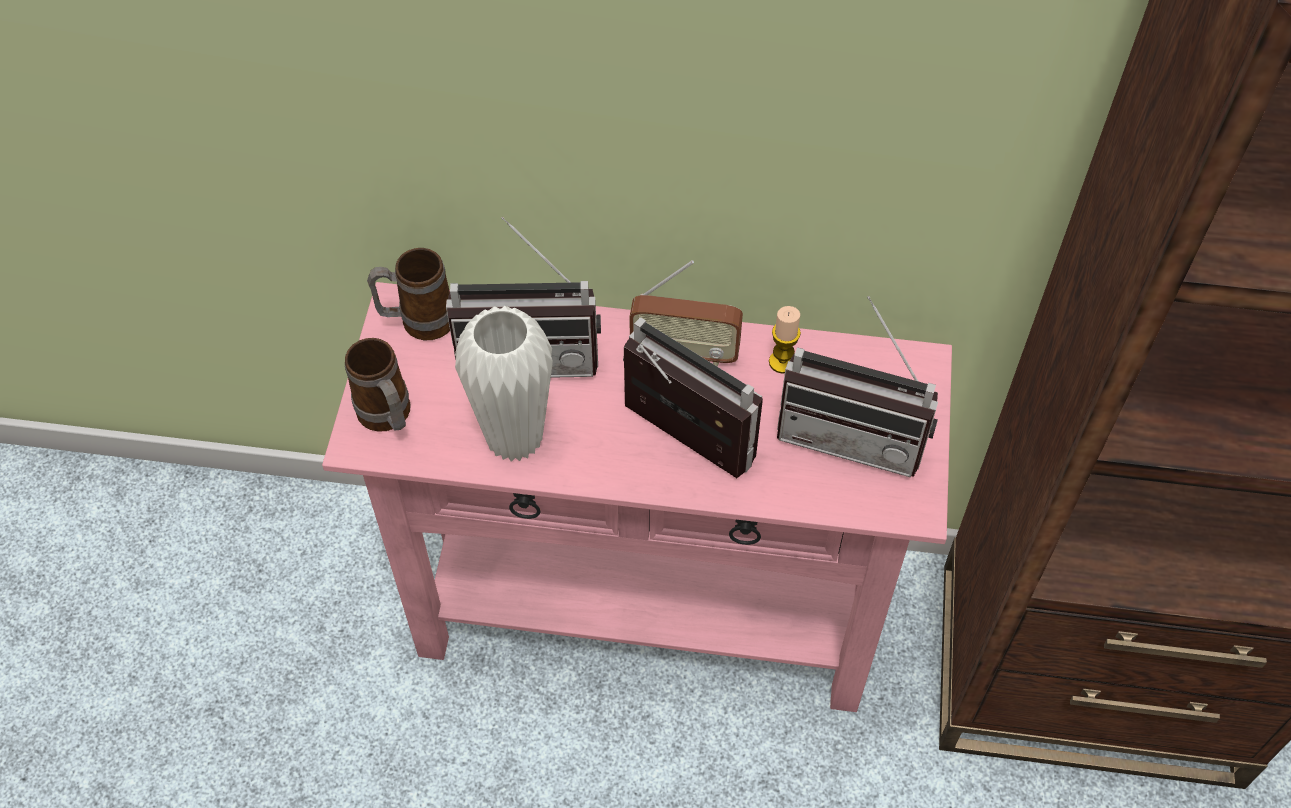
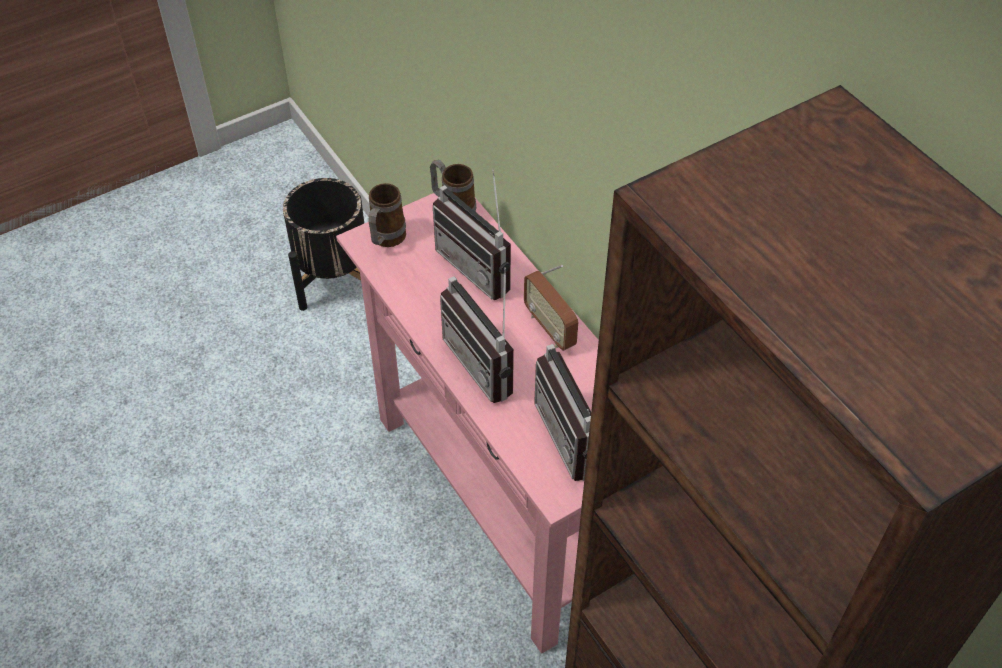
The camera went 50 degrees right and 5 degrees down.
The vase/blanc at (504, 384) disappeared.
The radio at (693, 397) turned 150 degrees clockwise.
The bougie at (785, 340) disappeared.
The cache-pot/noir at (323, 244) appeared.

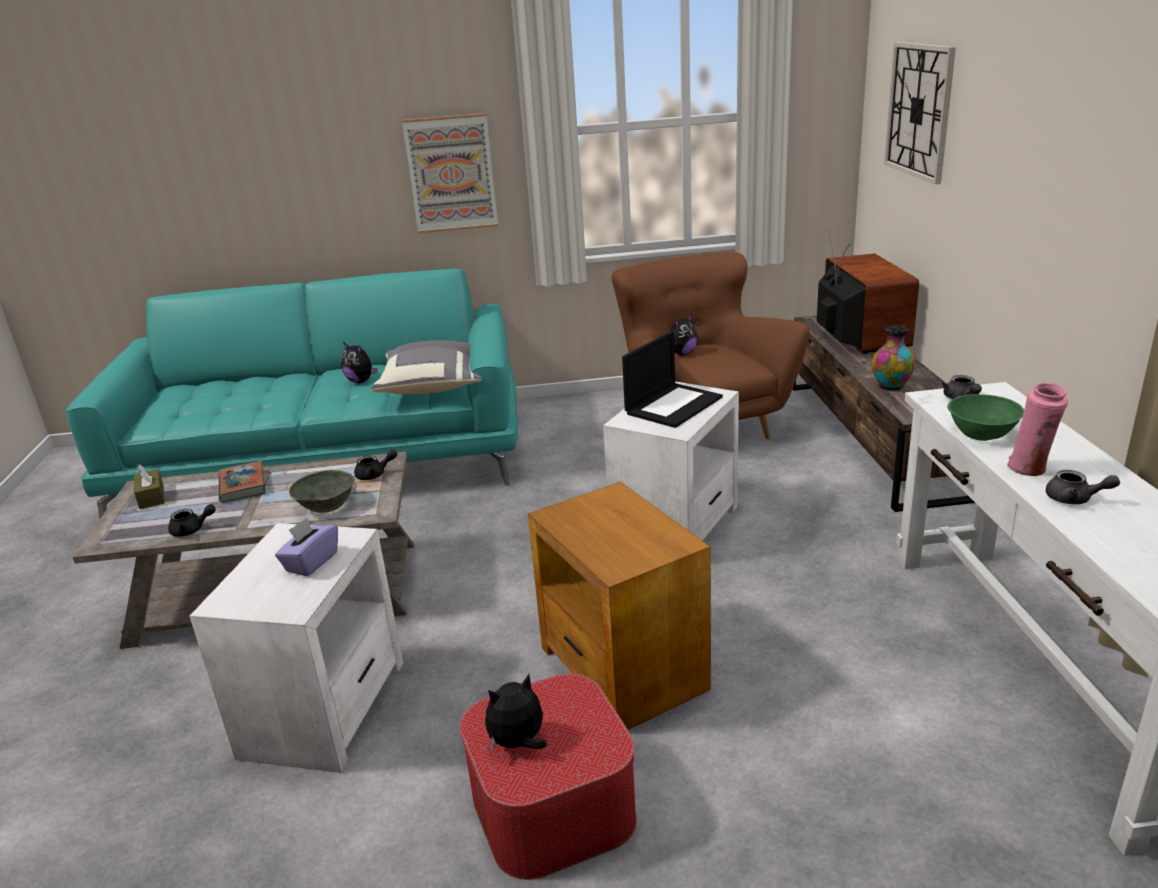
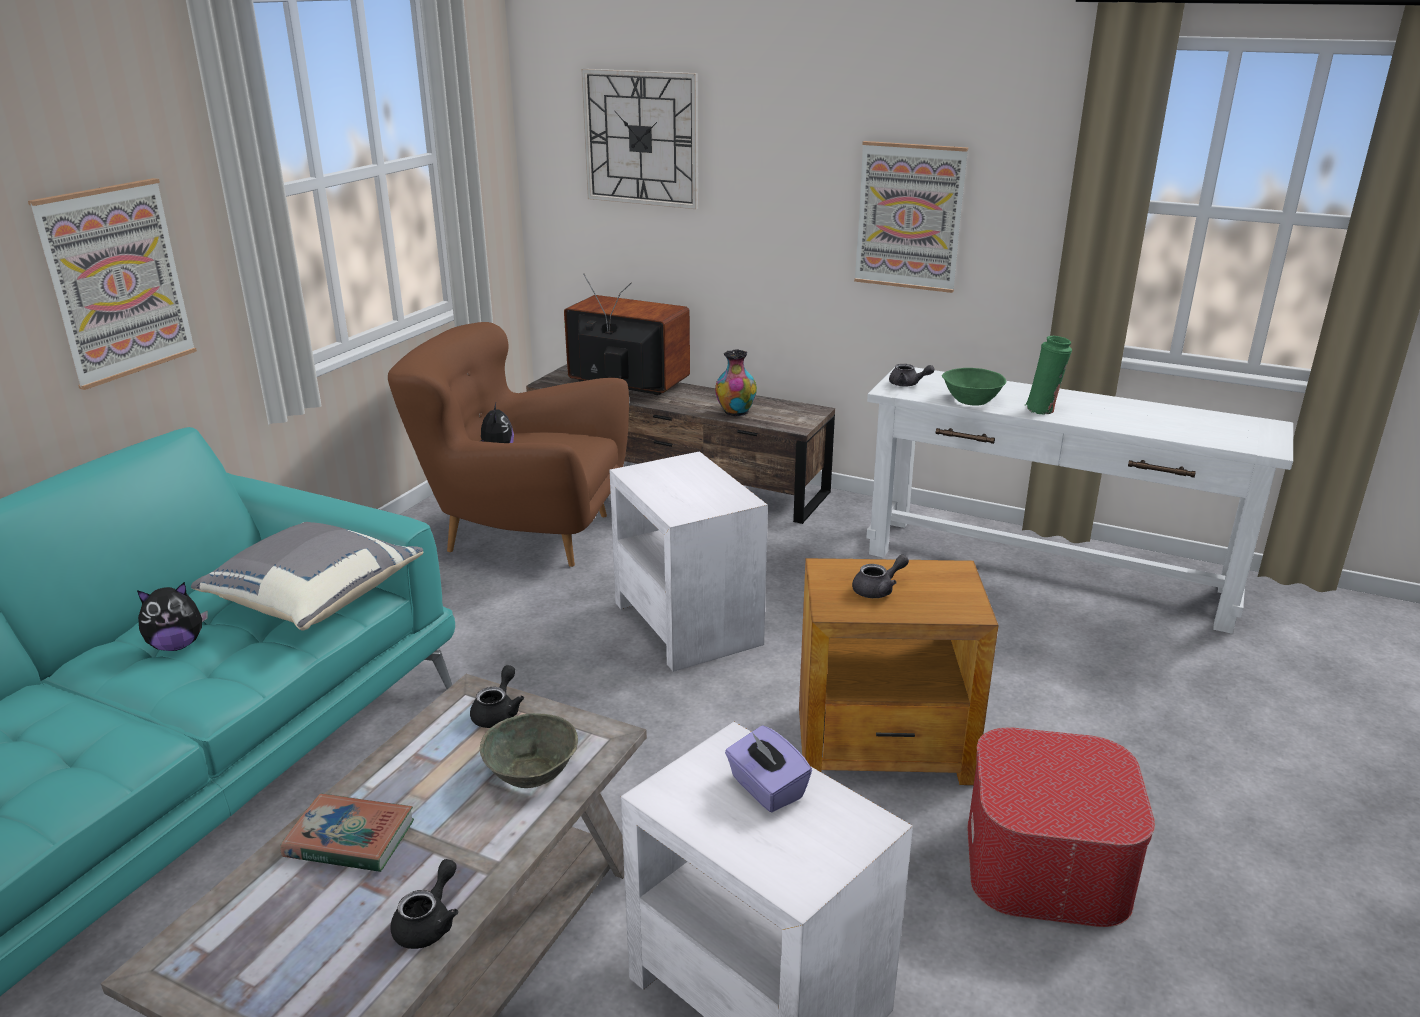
The camera went 60 degrees left and 0 degrees up.
The boîte à mouchoirs/marron at (149, 486) disappeared.
The peluche at (516, 713) disappeared.
The ordinateur portable at (672, 379) disappeared.
The vase/rose at (1037, 429) became the vase/vert at (1048, 375).
The théière/gris moved from (1083, 487) to (880, 576).
The tableau at (911, 217) appeared.

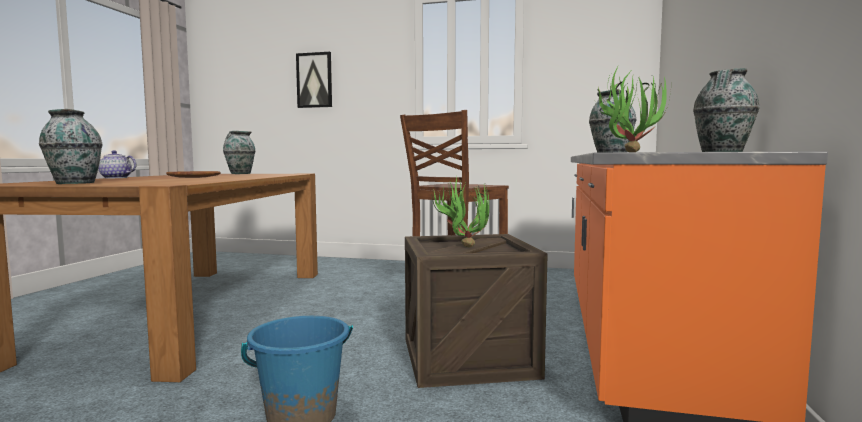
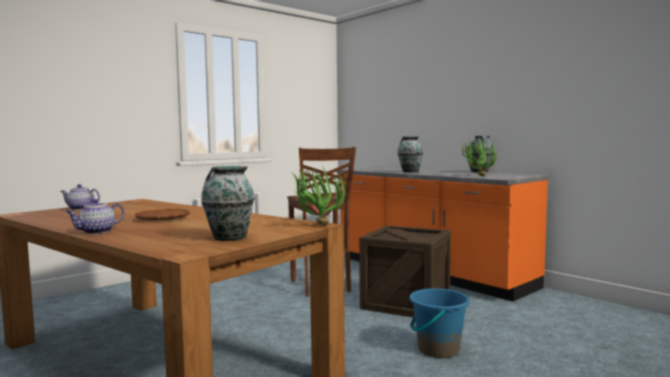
The camera went 55 degrees left and 0 degrees up.
The vase at (239, 152) was replaced by the théière at (80, 197).
The tableau at (314, 80) disappeared.
The plante en pot moved from (460, 212) to (319, 195).

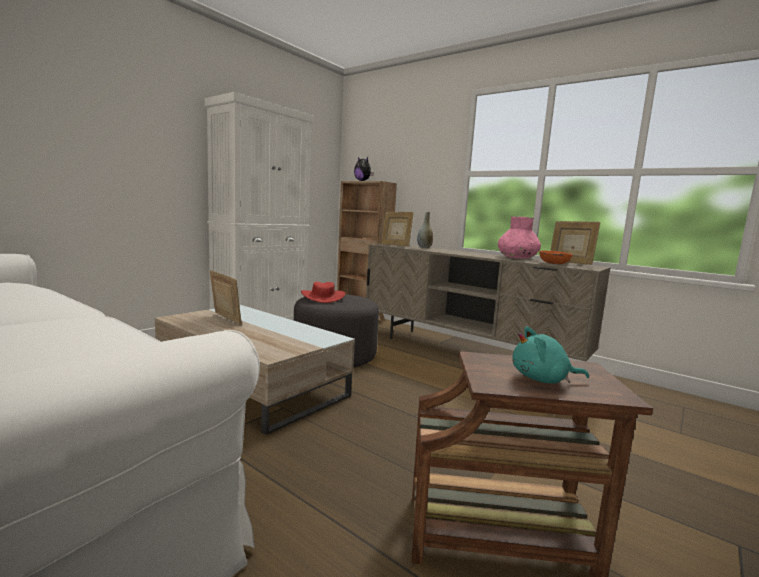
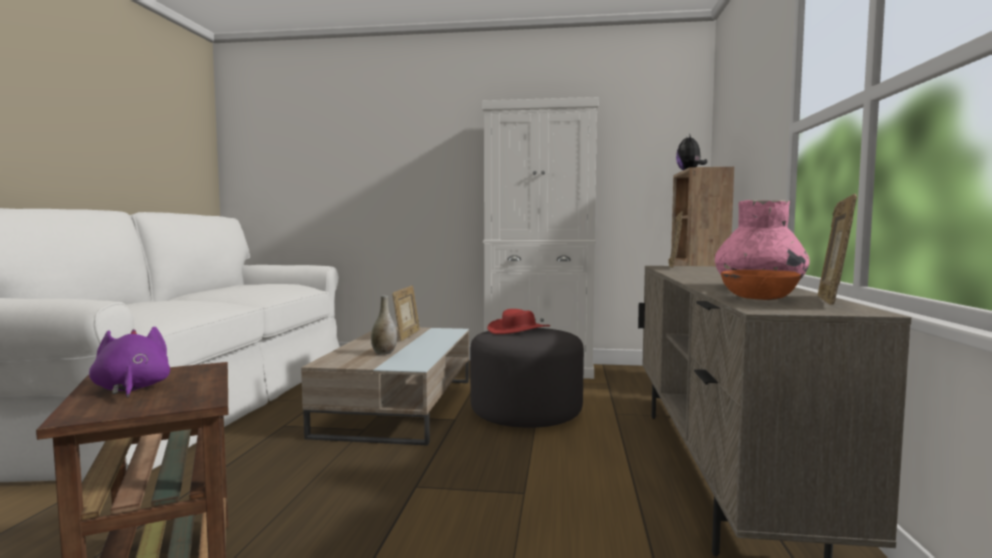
The camera went 60 degrees right and 5 degrees down.
The vase/gris moved from (425, 230) to (384, 325).
The peluche/turquoise at (550, 354) became the peluche/violet at (129, 362).

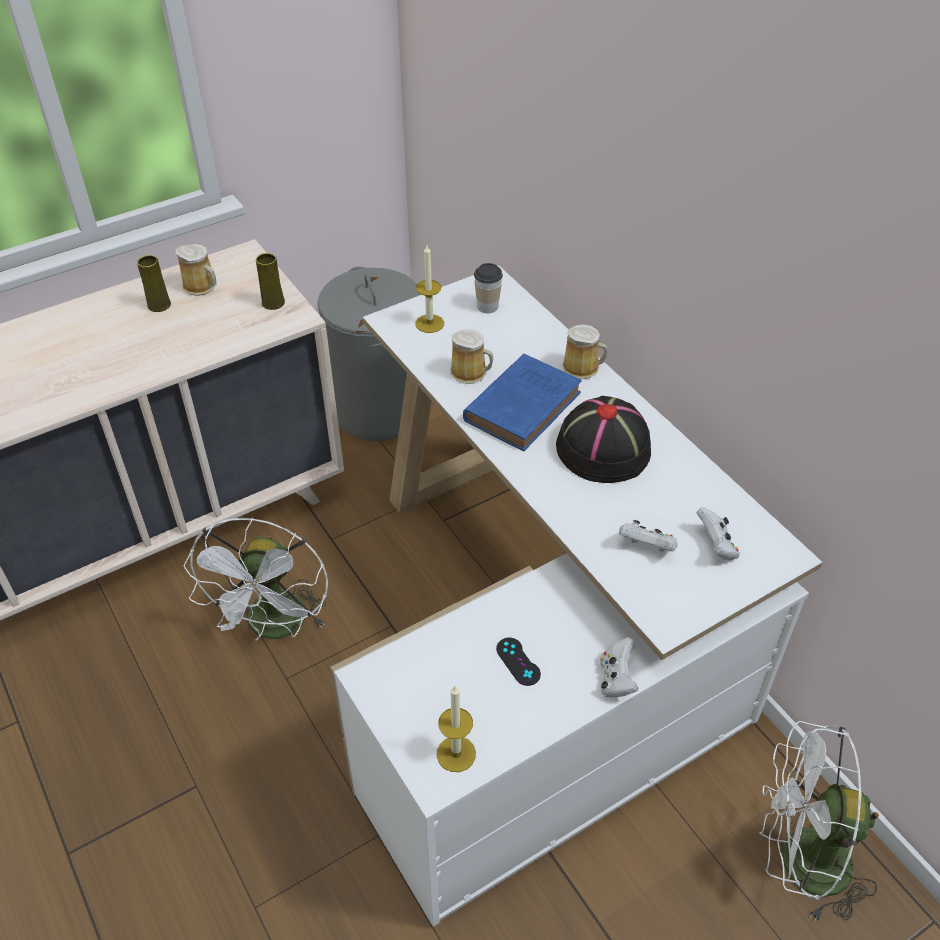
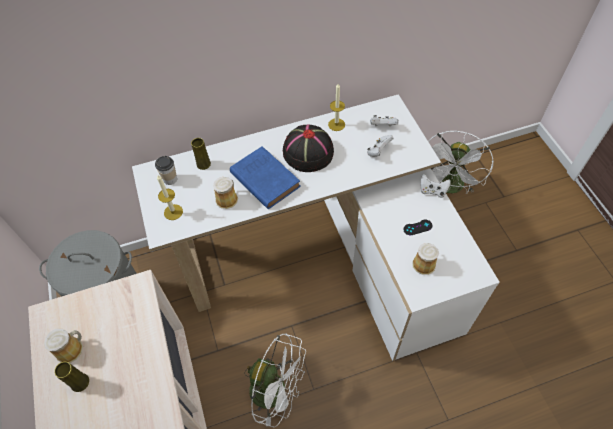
The camera went 75 degrees left and 10 degrees up.
The vase/jaune moved from (270, 281) to (201, 154).
The bougie moved from (456, 728) to (336, 107).
The mug moved from (584, 351) to (425, 259).

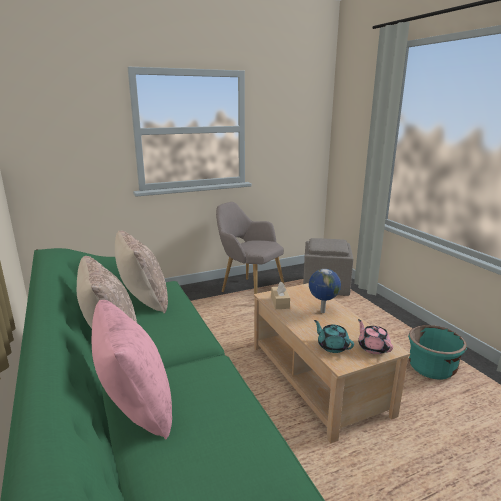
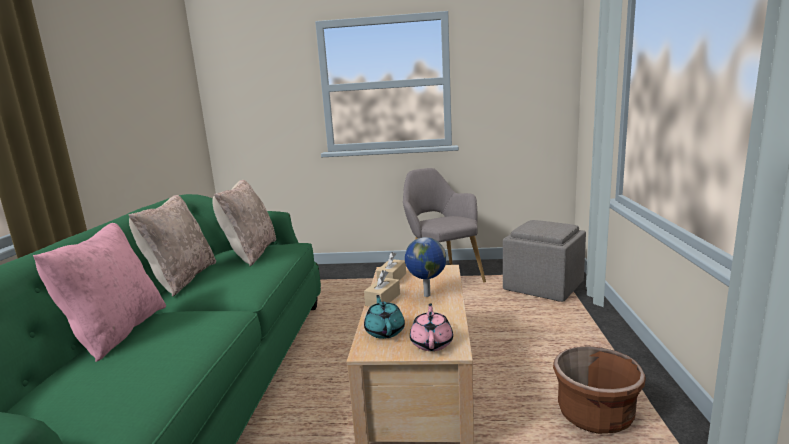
The camera went 30 degrees right and 5 degrees down.
The cache-pot/turquoise at (437, 352) became the cache-pot/marron at (599, 390).
The boîte à mouchoirs/beige at (382, 288) appeared.

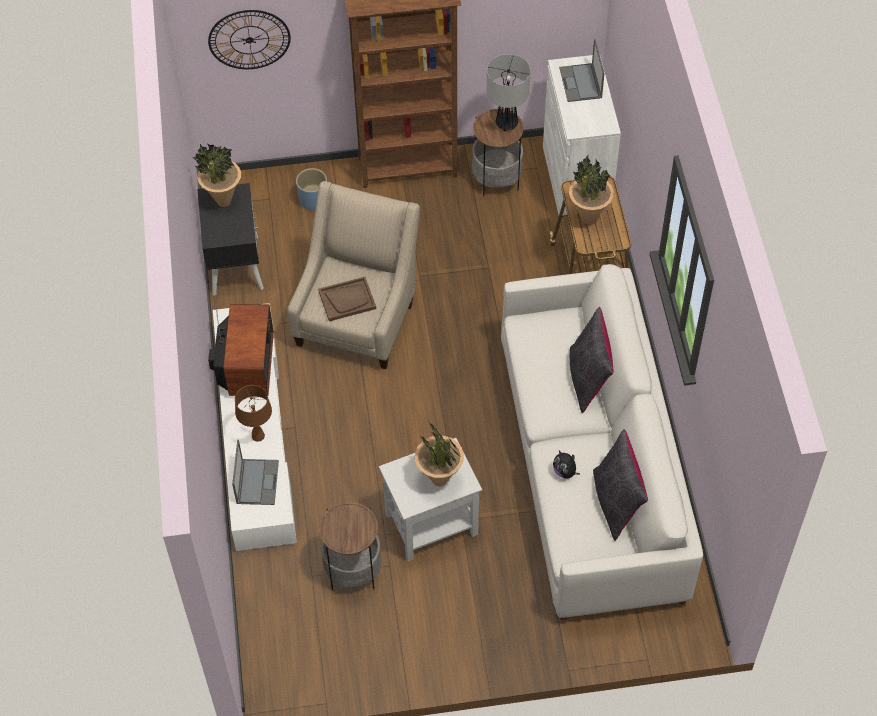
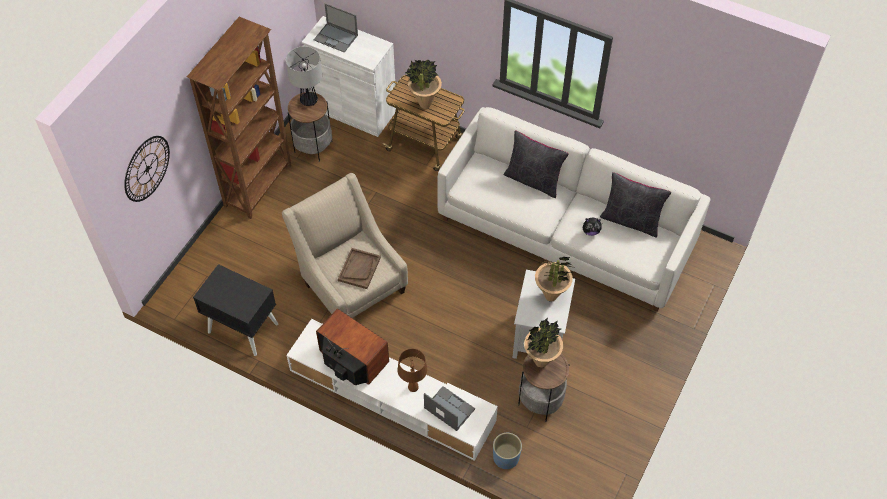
The camera went 55 degrees left and 0 degrees up.
The plante en pot moved from (216, 175) to (543, 343).
The cache-pot/bleu moved from (311, 189) to (507, 451).

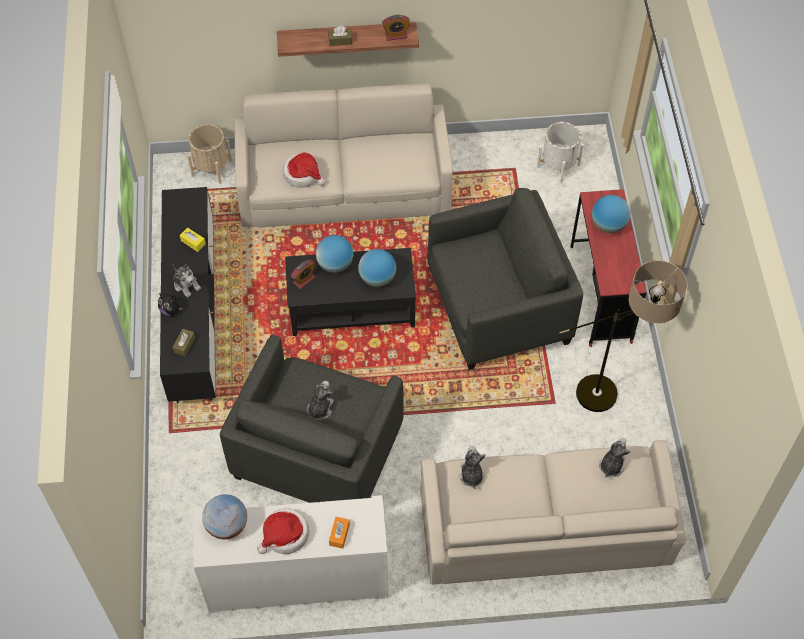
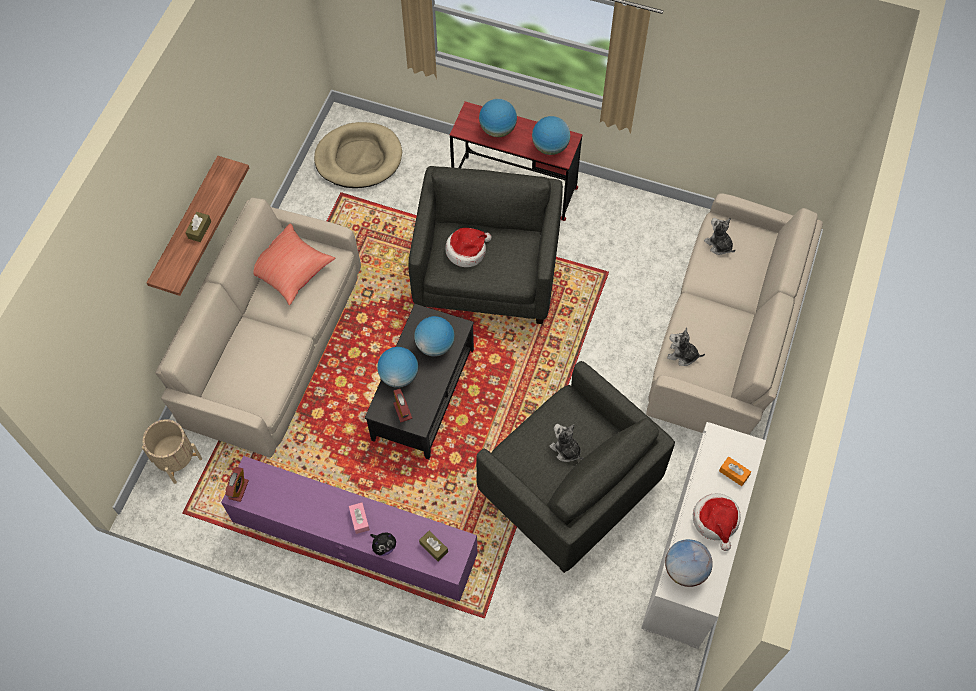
The camera went 65 degrees left and 5 degrees up.
The meuble télé/noir at (188, 295) became the meuble télé/violet at (349, 528).
The peluche at (187, 281) was replaced by the boîte à mouchoirs/rose at (359, 518).
The boîte à mouchoirs/jaune at (193, 240) disappeared.
The chapeau moved from (304, 170) to (468, 247).
The réveil moved from (396, 28) to (237, 484).
The cache-pot/blanc at (560, 152) was replaced by the panier pour chien/beige at (358, 155).
The lampadaire at (623, 336) disappeared.
The coussin/rouge at (294, 264) appeared.
The globe at (551, 135) appeared.

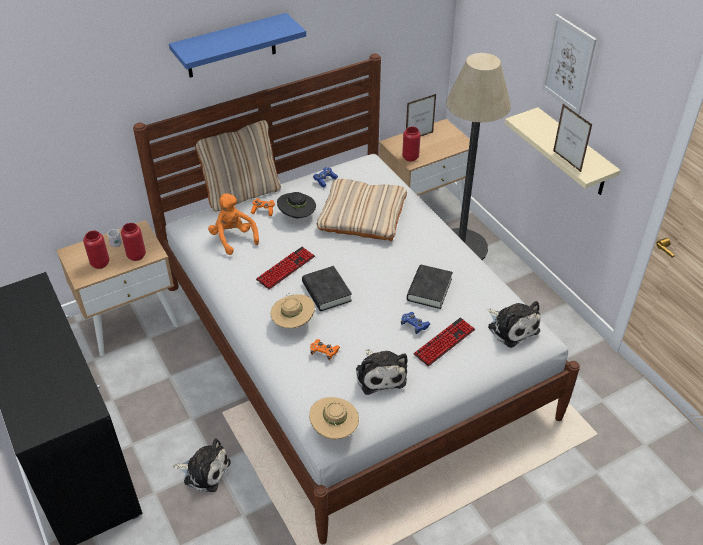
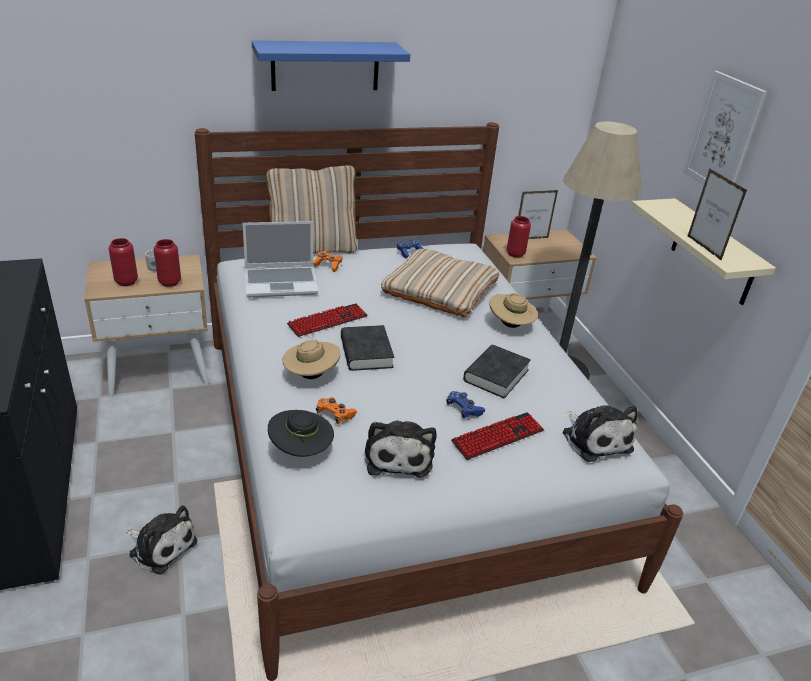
The camera went 10 degrees right and 10 degrees down.
The peluche/orange at (233, 224) was replaced by the ordinateur portable at (280, 259).
The chapeau/noir moved from (296, 205) to (301, 433).
The chapeau/beige moved from (334, 418) to (513, 310).

